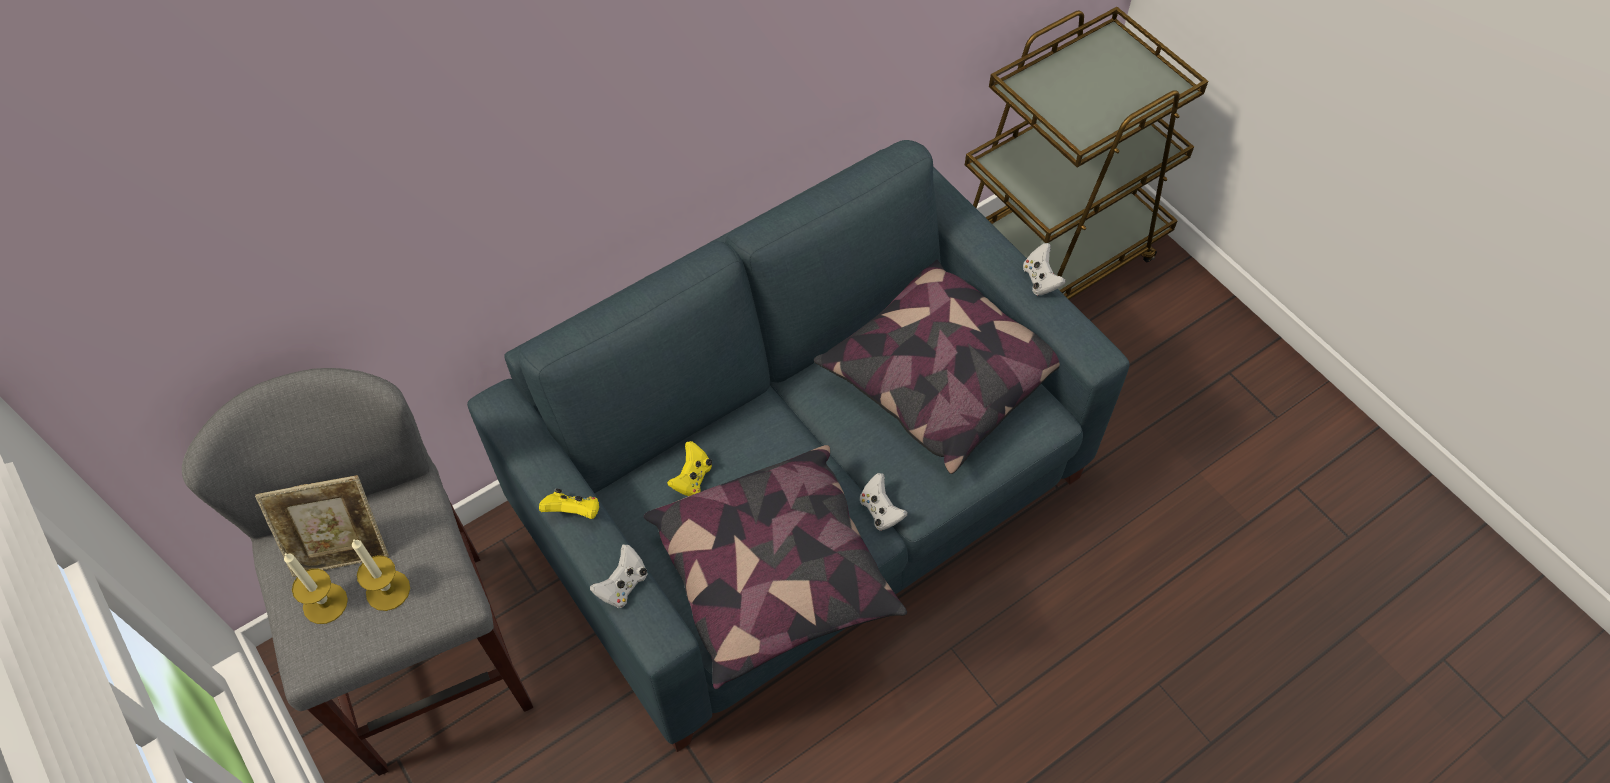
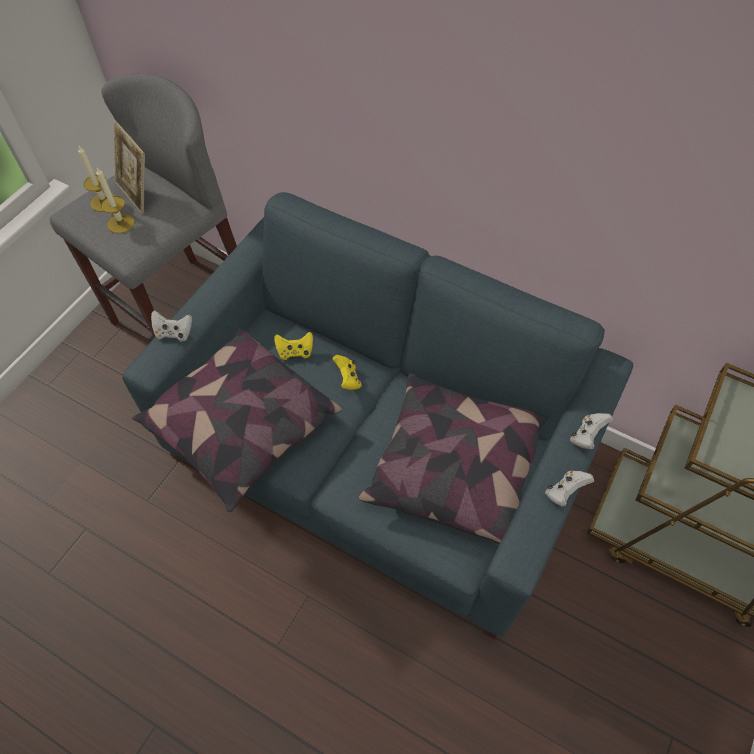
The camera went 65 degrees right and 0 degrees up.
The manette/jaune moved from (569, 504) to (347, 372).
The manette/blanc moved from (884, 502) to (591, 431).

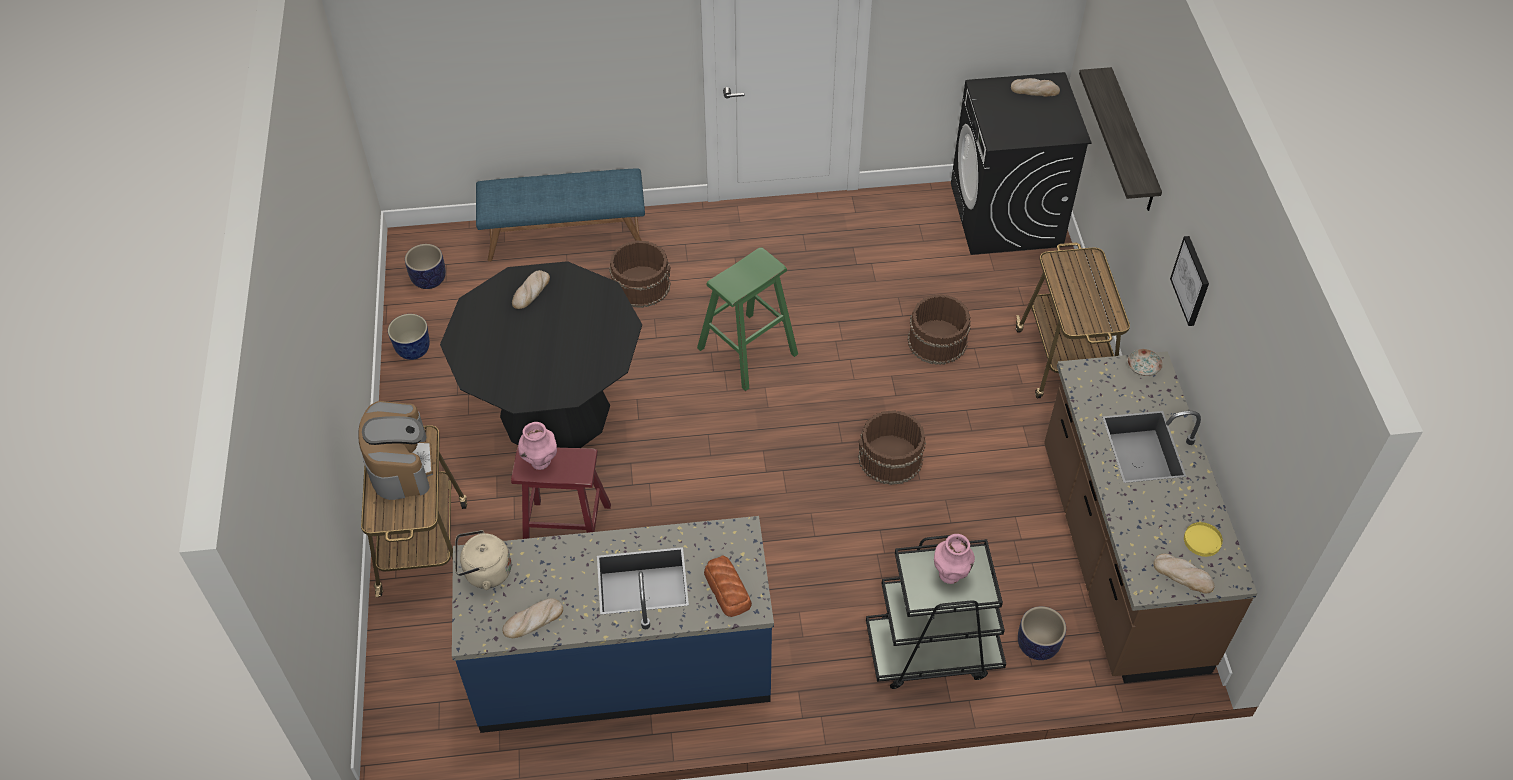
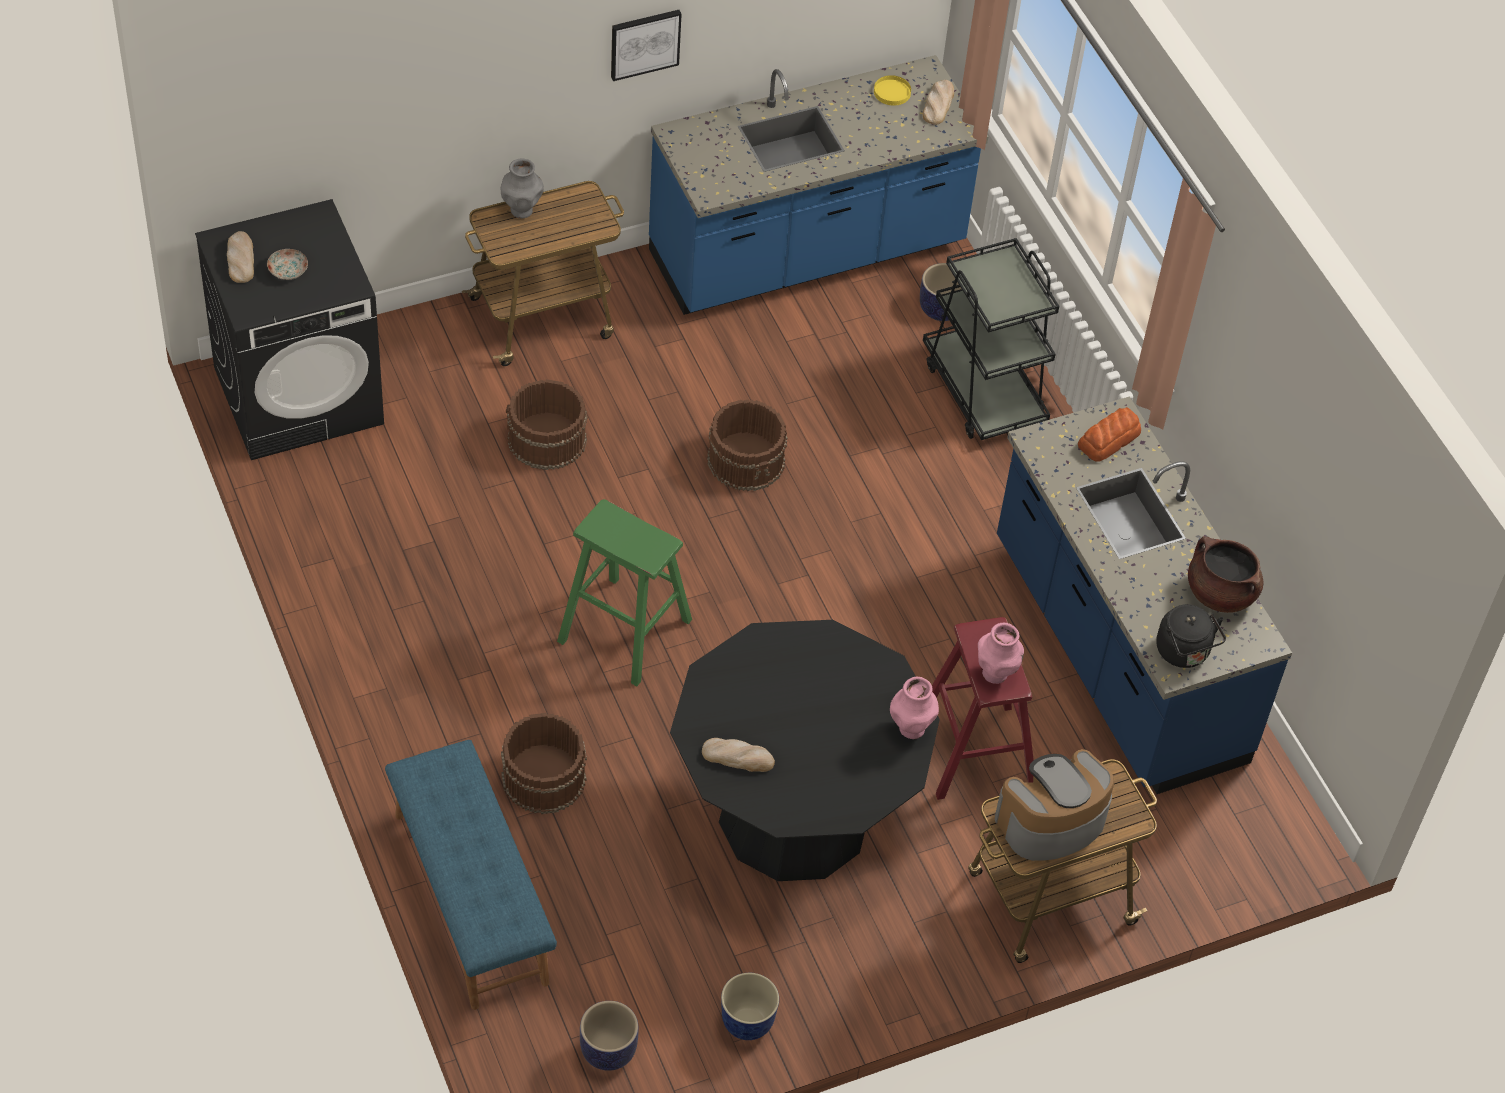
The camera went 110 degrees left and 0 degrees up.
The bouilloire/beige at (483, 560) became the bouilloire/noir at (1191, 636).
The pain at (532, 618) was replaced by the marmite/marron at (1226, 575).
The vase/rose moved from (954, 559) to (914, 708).
The comptoir de cuisine/marron at (1150, 517) became the comptoir de cuisine/bleu at (818, 185).
The étagère at (1120, 139) disappeared.
The assiette moved from (1145, 362) to (287, 264).
The vase/gris at (522, 189) appeared.

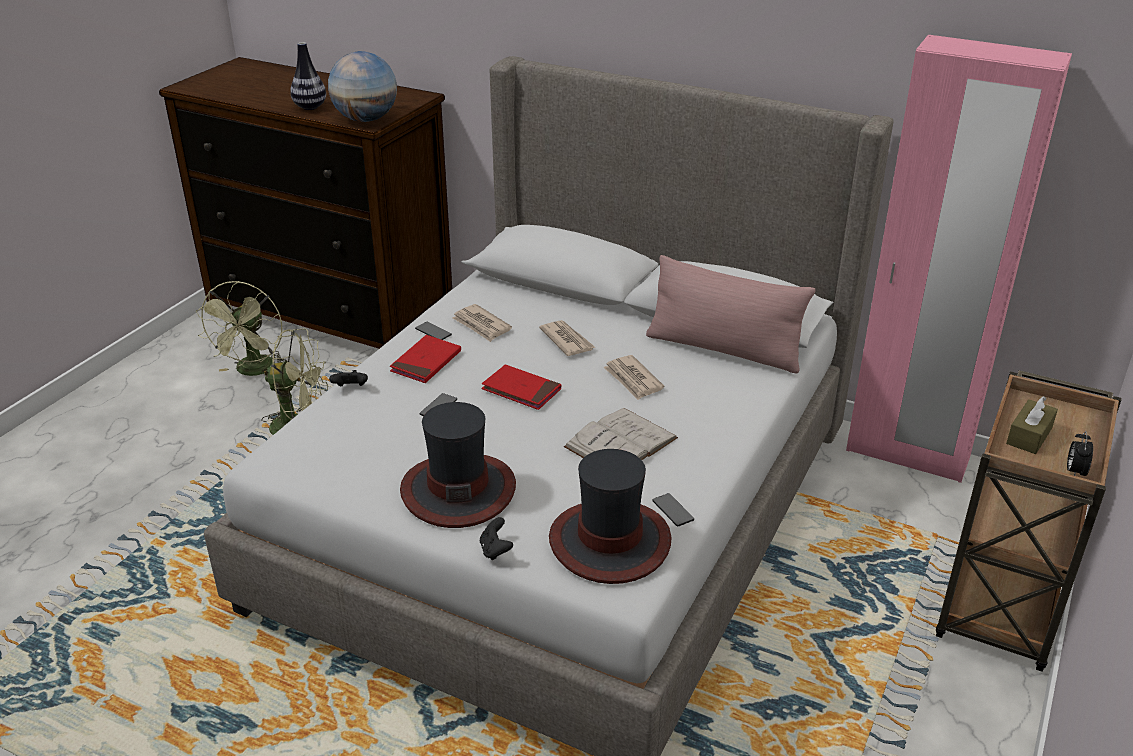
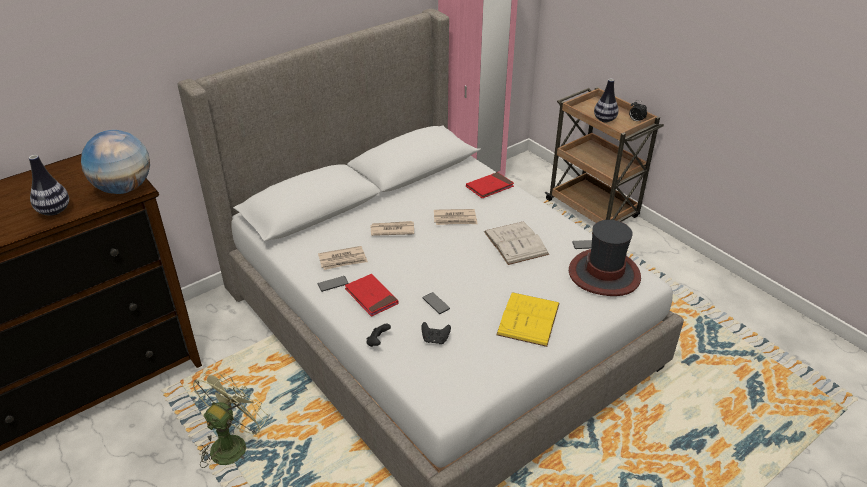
The camera went 65 degrees left and 5 degrees up.
The ventilateur/vert at (241, 328) disappeared.
The chapeau at (458, 465) was replaced by the livre/jaune at (528, 319).
The manette/noir moved from (496, 538) to (436, 333).
The livre/rouge moved from (521, 387) to (490, 185).
The coussin/rose at (731, 314) disappeared.
The boîte à mouchoirs/marron at (1032, 425) was replaced by the vase at (606, 100).

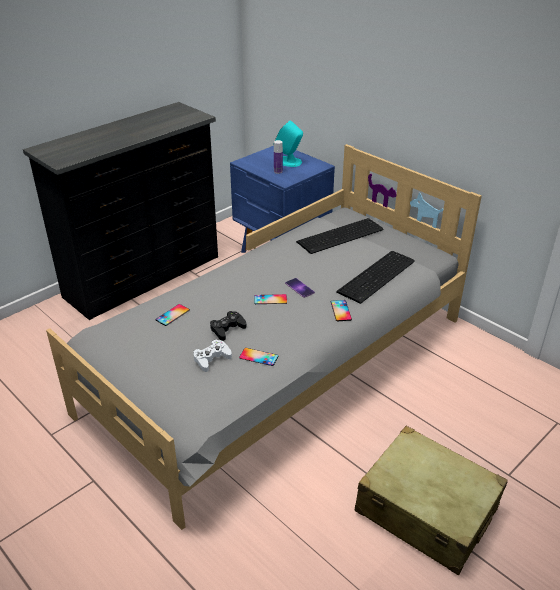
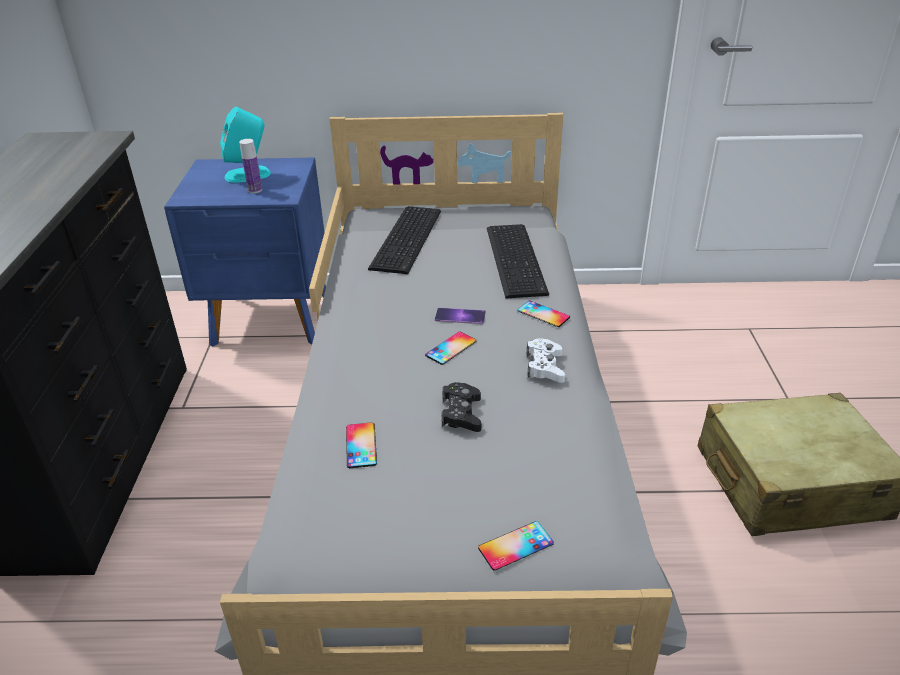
The camera went 45 degrees left and 0 degrees up.
The manette/blanc moved from (212, 355) to (546, 360).
The téléphone moved from (258, 357) to (516, 546).

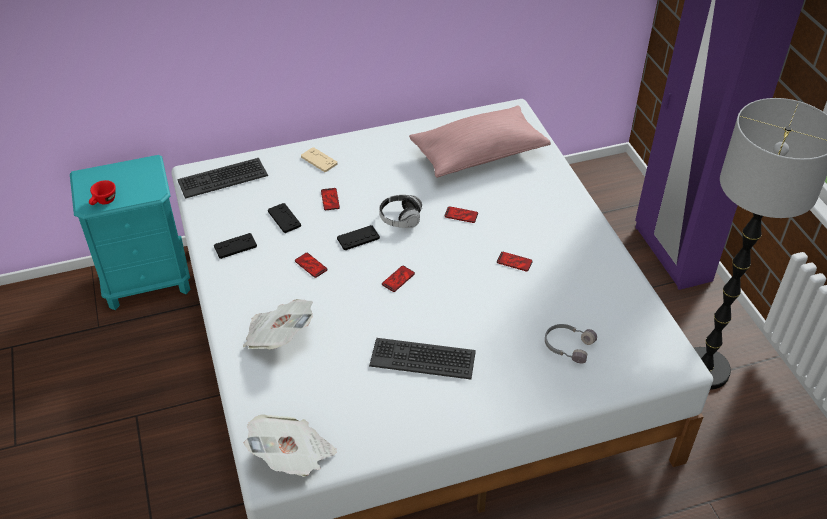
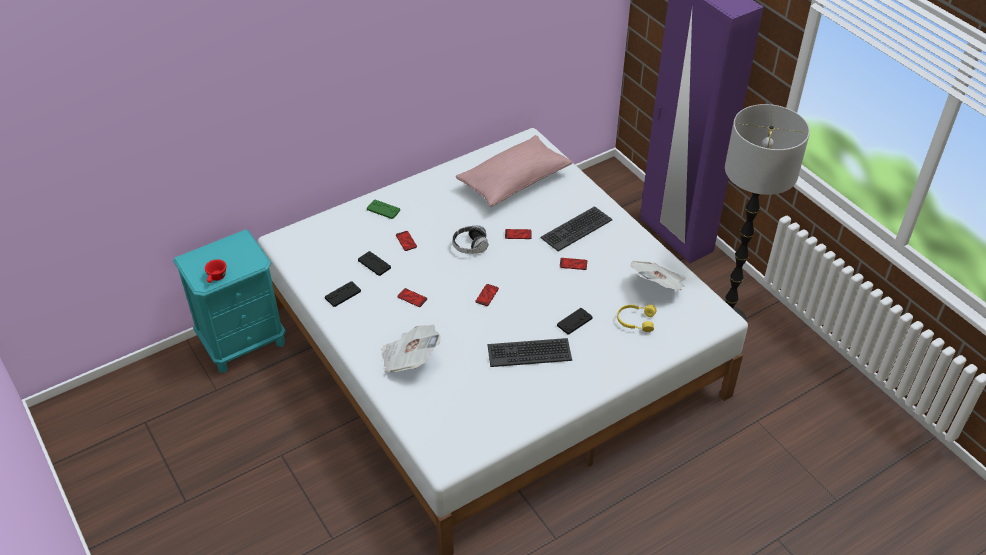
The camera went 15 degrees left and 0 degrees up.
The clavier moved from (223, 178) to (576, 228).
The journal moved from (290, 445) to (658, 275).
The manette/beige at (319, 159) became the manette/vert at (383, 209).
The manette/noir moved from (358, 237) to (574, 321).
The casque audio/gris at (571, 343) became the casque audio/jaune at (637, 318).

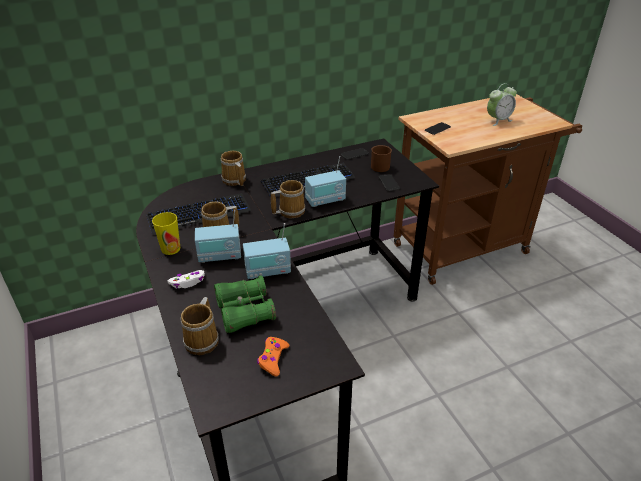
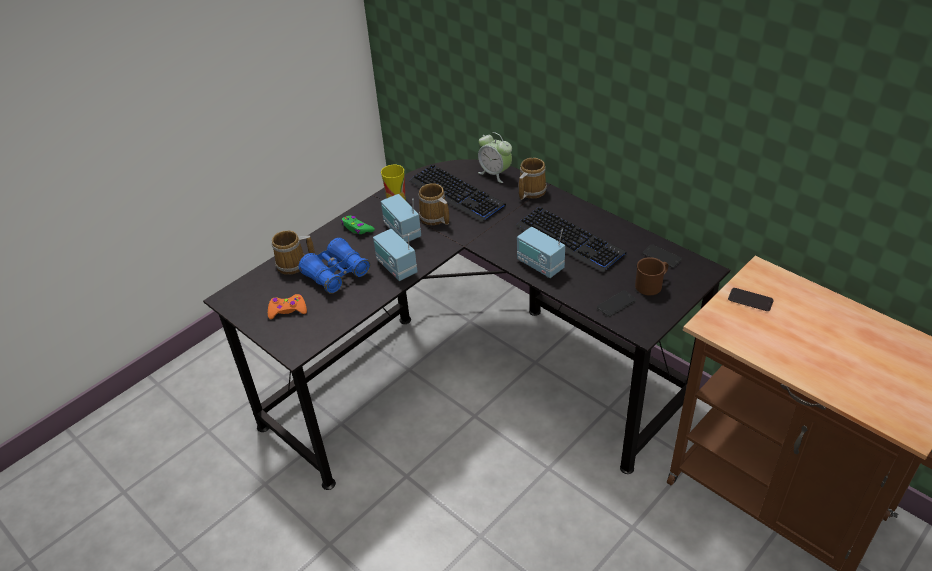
The camera went 70 degrees right and 5 degrees up.
The manette/blanc at (186, 279) became the manette/vert at (358, 225).
The jumelles/vert at (245, 304) became the jumelles/bleu at (334, 266).
The mug at (288, 199) disappeared.
The réveil moved from (502, 104) to (495, 157).

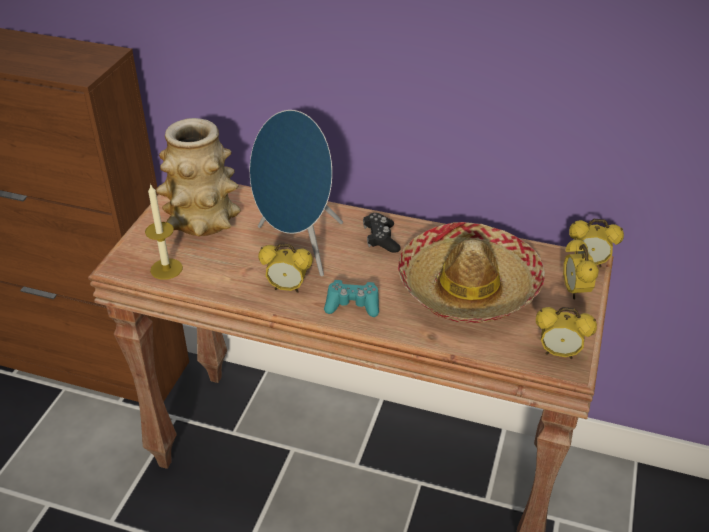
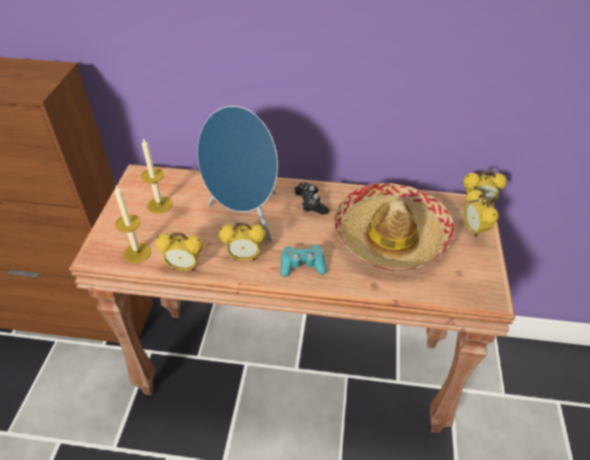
The camera went 10 degrees left and 5 degrees up.
The vase at (198, 177) was replaced by the bougie at (156, 176).
The réveil moved from (566, 333) to (179, 252).

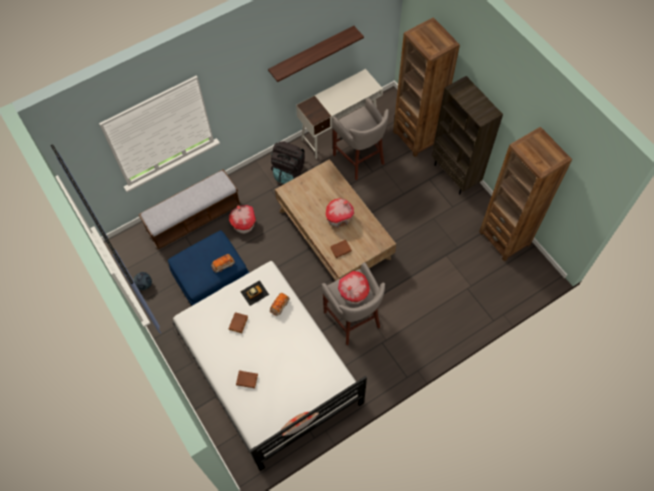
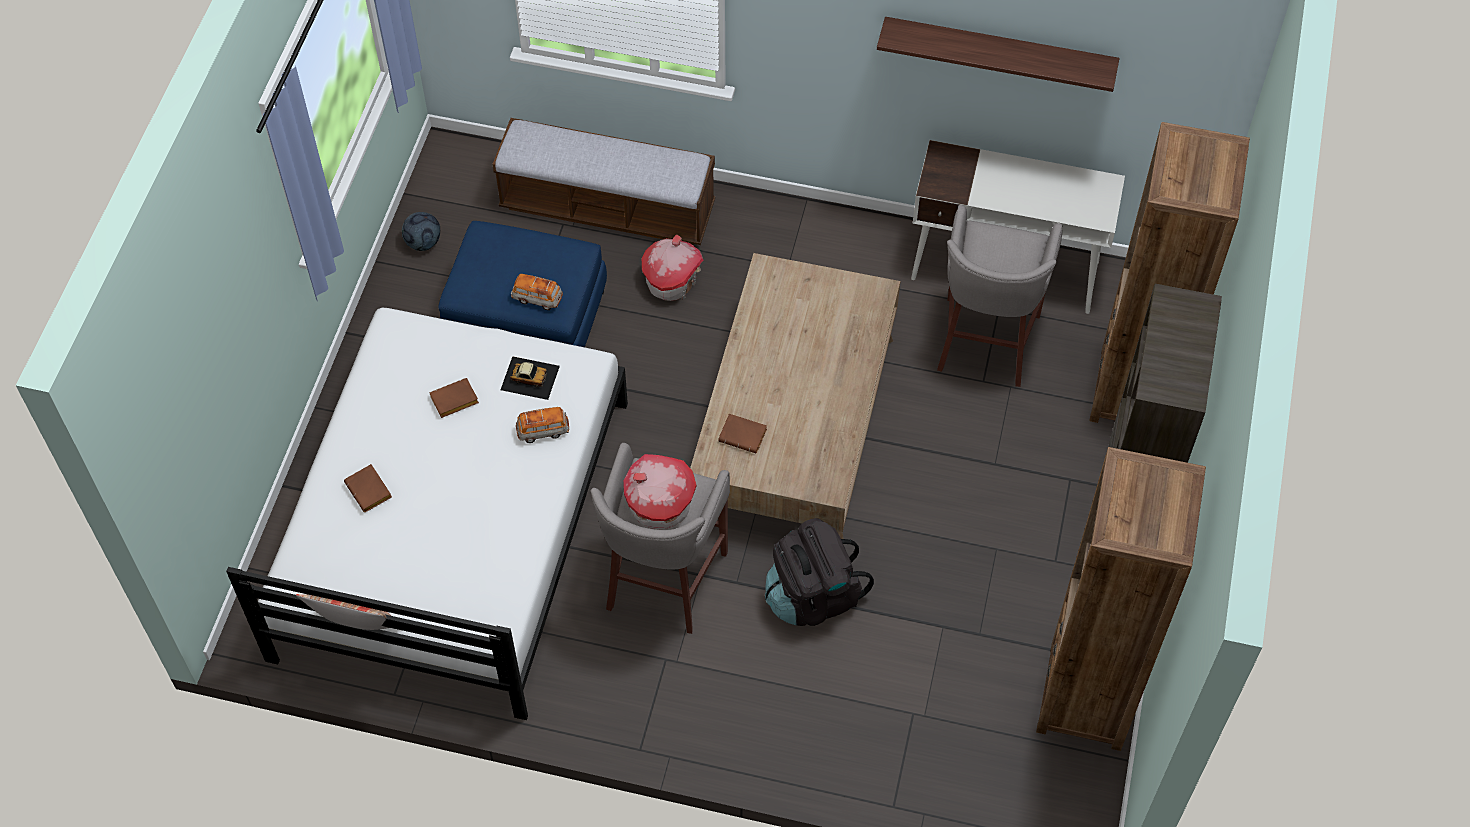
The camera went 45 degrees right and 5 degrees down.
The sac à dos/noir moved from (288, 162) to (819, 572).
The maison miniature at (340, 213) disappeared.

